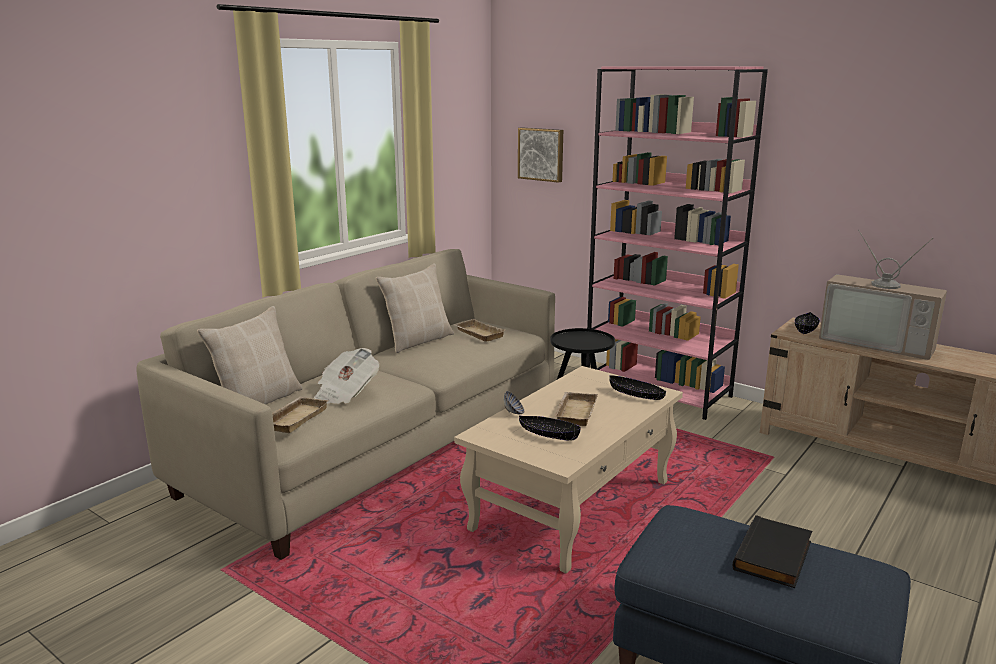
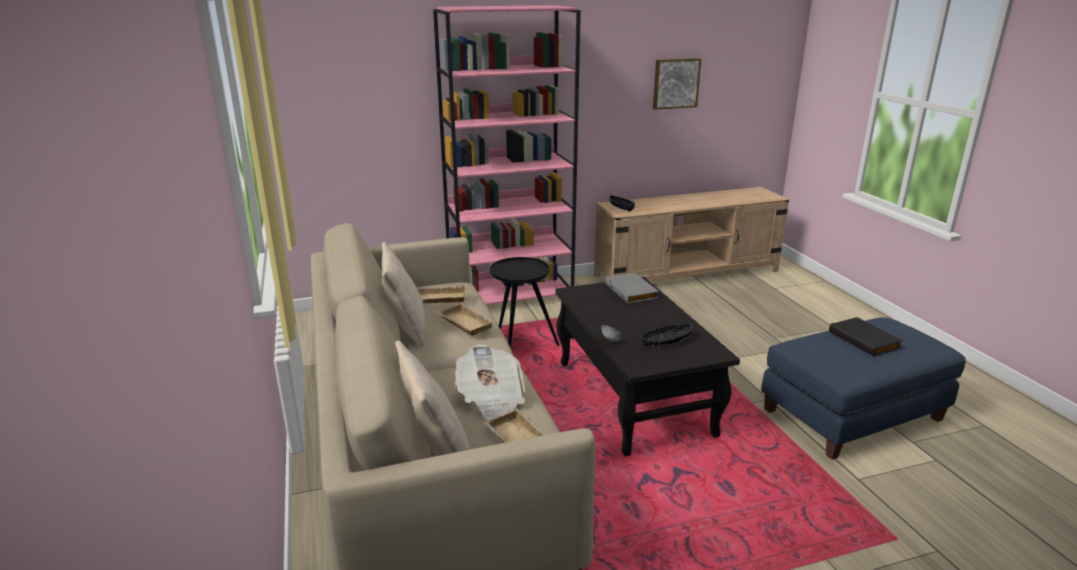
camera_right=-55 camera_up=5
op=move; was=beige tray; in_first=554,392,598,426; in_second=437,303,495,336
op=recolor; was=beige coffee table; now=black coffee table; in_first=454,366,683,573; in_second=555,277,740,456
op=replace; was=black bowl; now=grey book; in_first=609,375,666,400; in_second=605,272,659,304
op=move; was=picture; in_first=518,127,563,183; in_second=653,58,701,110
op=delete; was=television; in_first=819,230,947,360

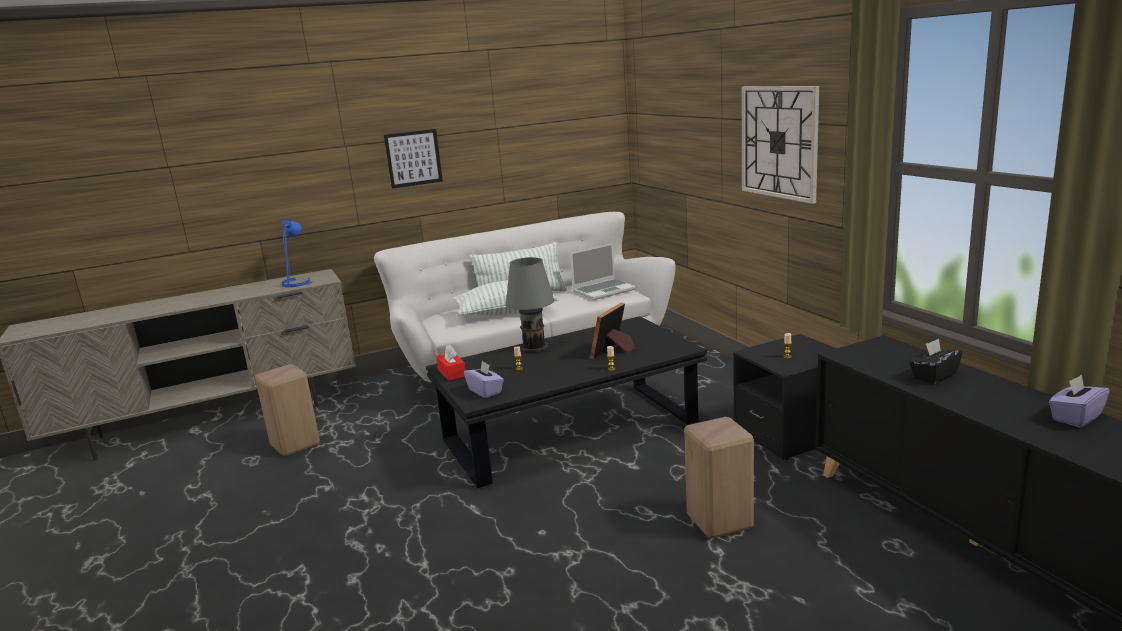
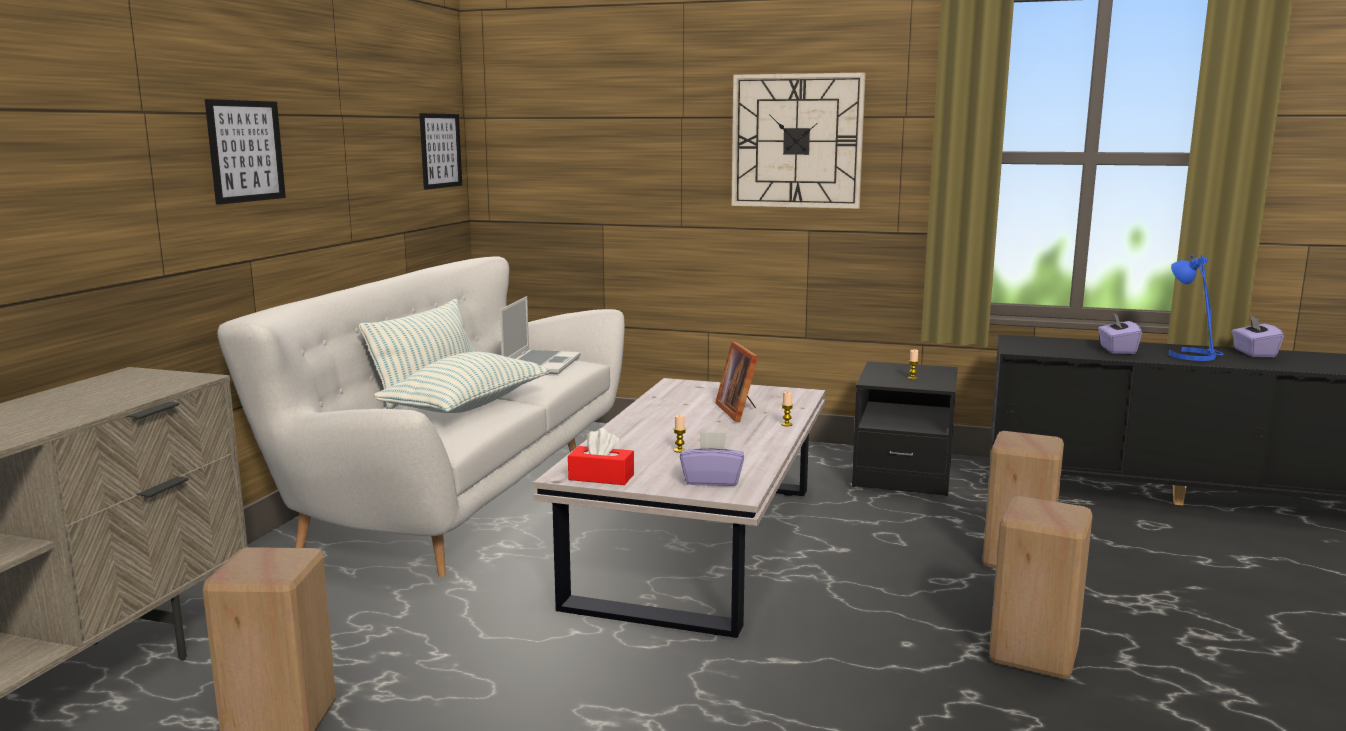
camera_right=-50 camera_up=-5
op=insert; now=picture; in_second=419,113,462,190
op=recolor; was=black coffee table; now=white coffee table; in_first=426,316,707,488; in_second=533,378,825,638
op=insert; now=beige stool; in_second=989,496,1093,679
op=recolor; was=black tissue box; now=purple tissue box; in_first=909,339,962,384; in_second=1098,313,1142,354
op=move; was=blue table lamp; in_first=281,218,313,287; in_second=1169,254,1224,361
op=delete; was=grey table lamp; in_first=505,257,574,357

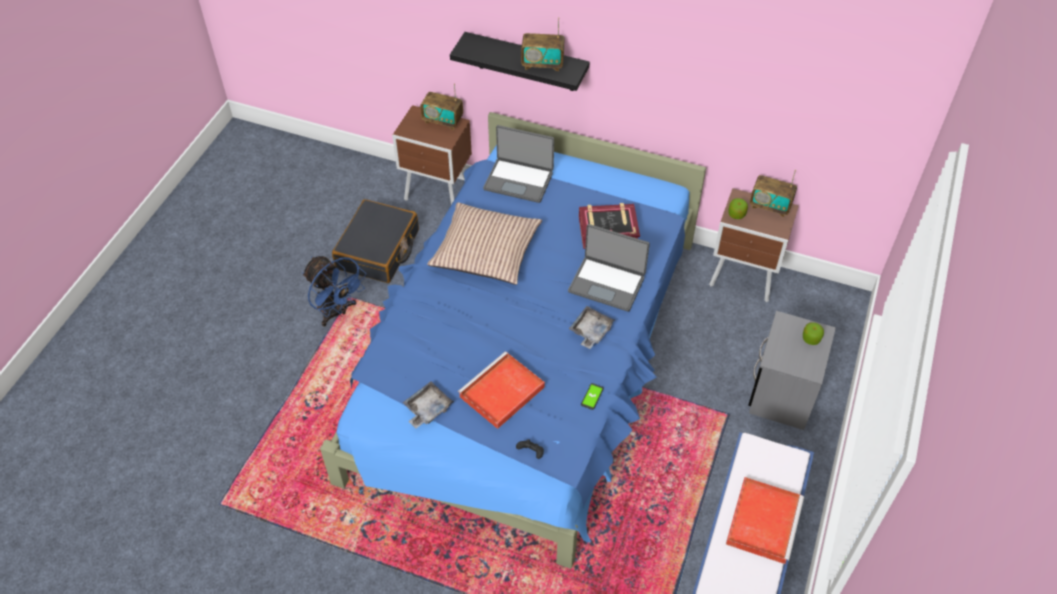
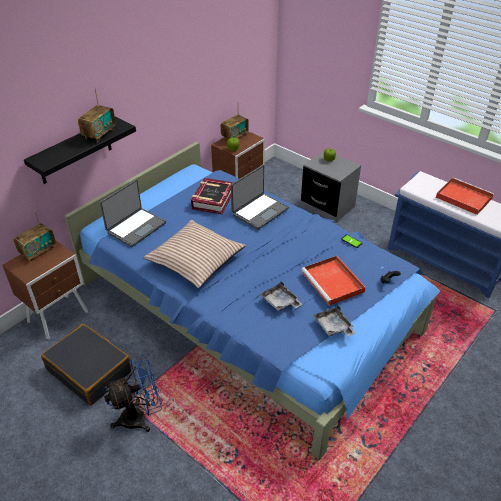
camera_right=-70 camera_up=-10
op=move; was=grey tray; in_first=569,306,615,349; in_second=260,281,303,311

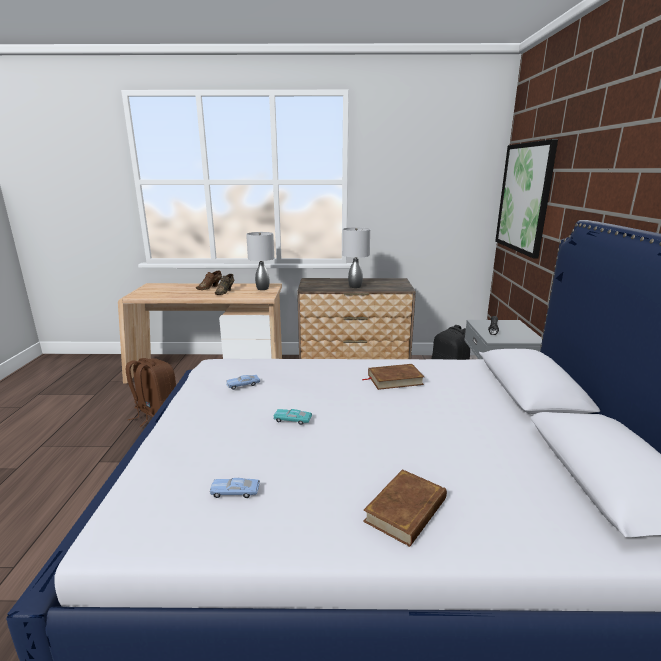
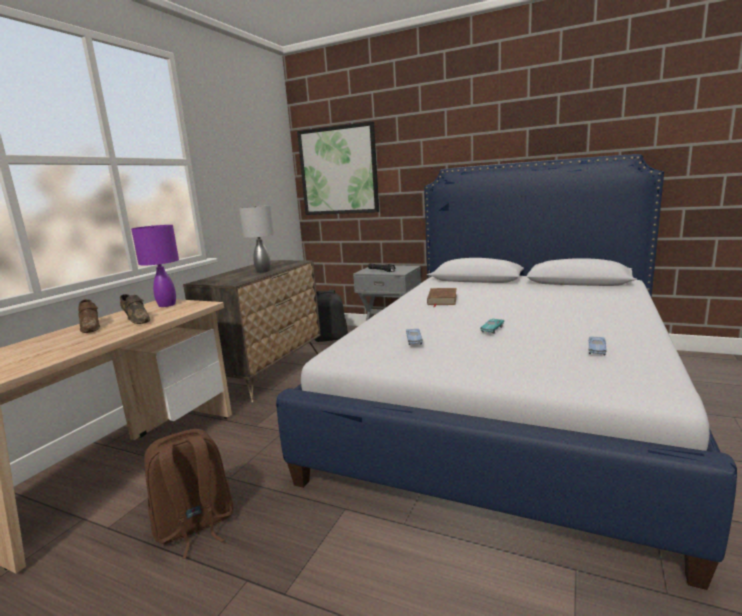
camera_right=-65 camera_up=-5
op=recolor; was=grey table lamp; now=purple table lamp; in_first=246,232,274,290; in_second=131,225,179,307
op=delete; was=brown book; in_first=363,469,447,547

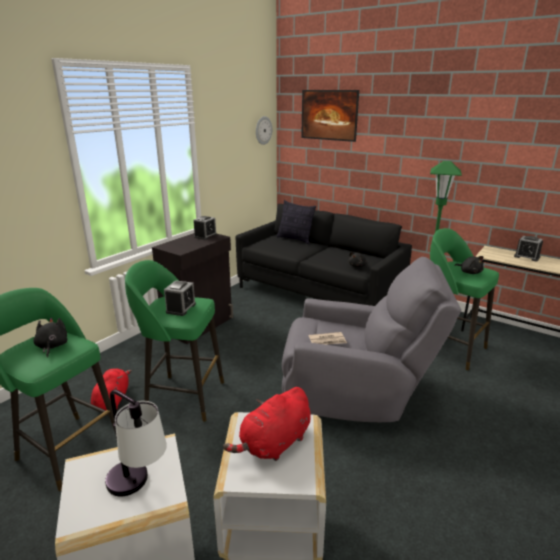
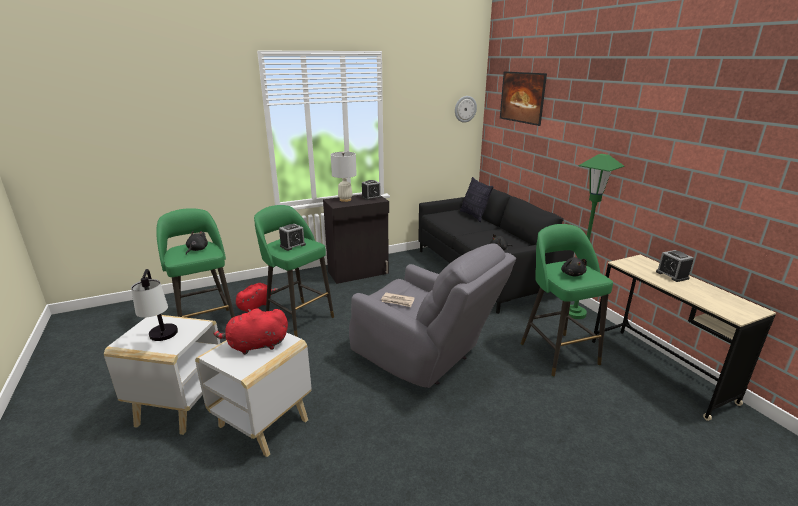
camera_right=30 camera_up=0
op=insert; now=white table lamp; in_second=331,152,357,202

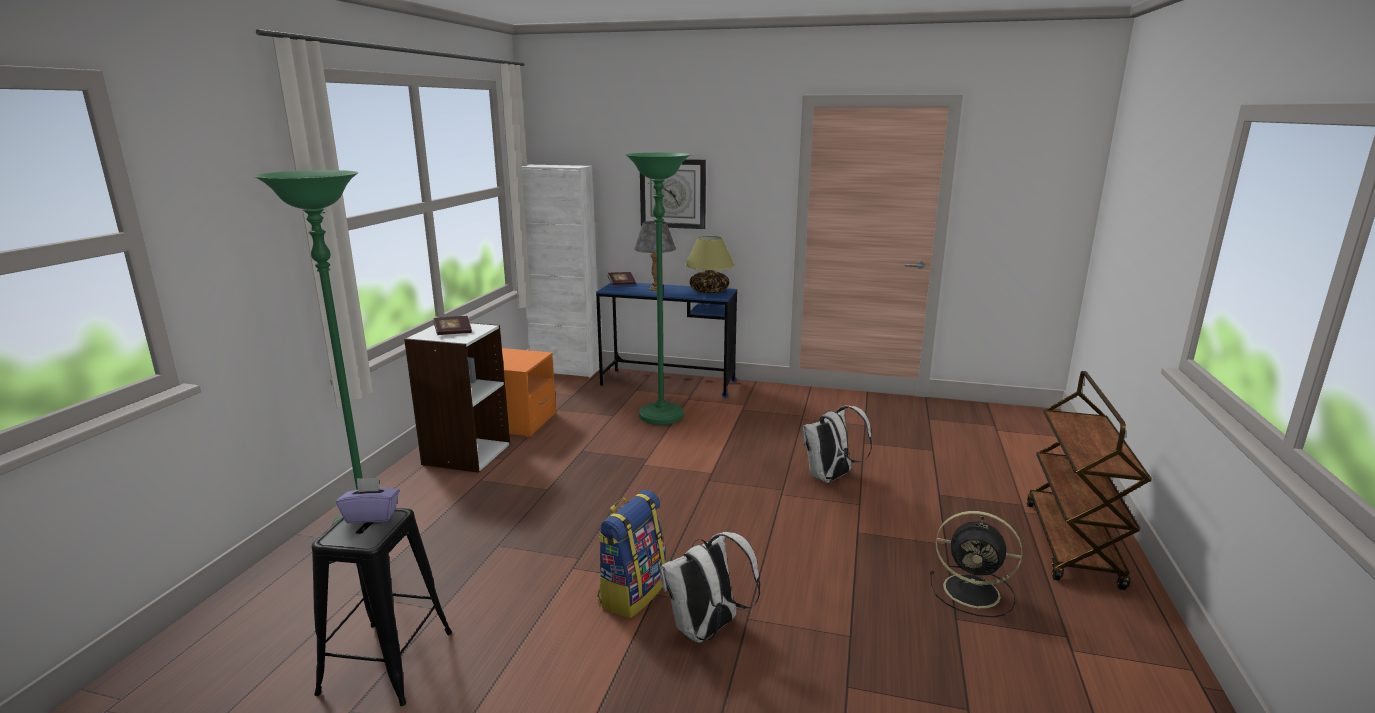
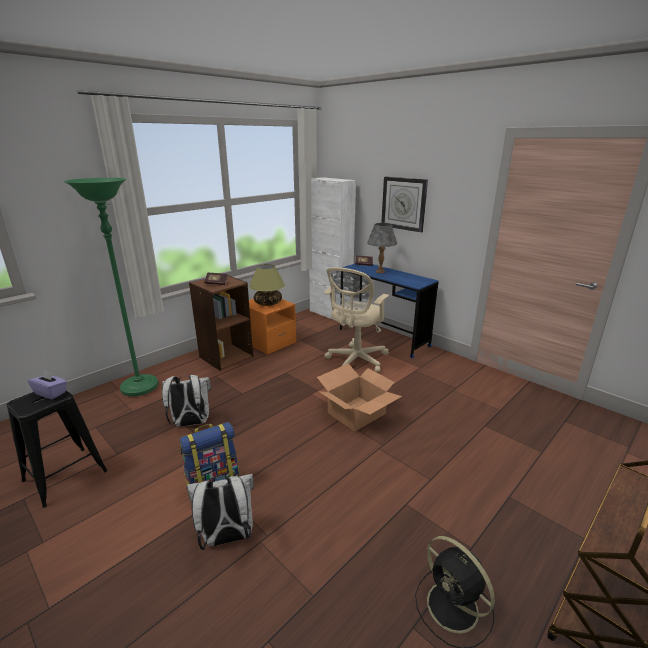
camera_right=30 camera_up=5
op=move; was=white backpack; in_first=802,406,872,483; in_second=162,375,211,427
op=recolor; was=white bookcase; now=brown bookcase; in_first=404,322,510,473; in_second=189,275,253,371
op=move; was=table lamp; in_first=685,236,735,293; in_second=249,264,285,306
op=insert; now=cardboard box; in_second=317,363,402,432
op=replace; was=green floor lamp; now=beige office chair; in_first=626,153,691,425; in_second=324,267,389,373

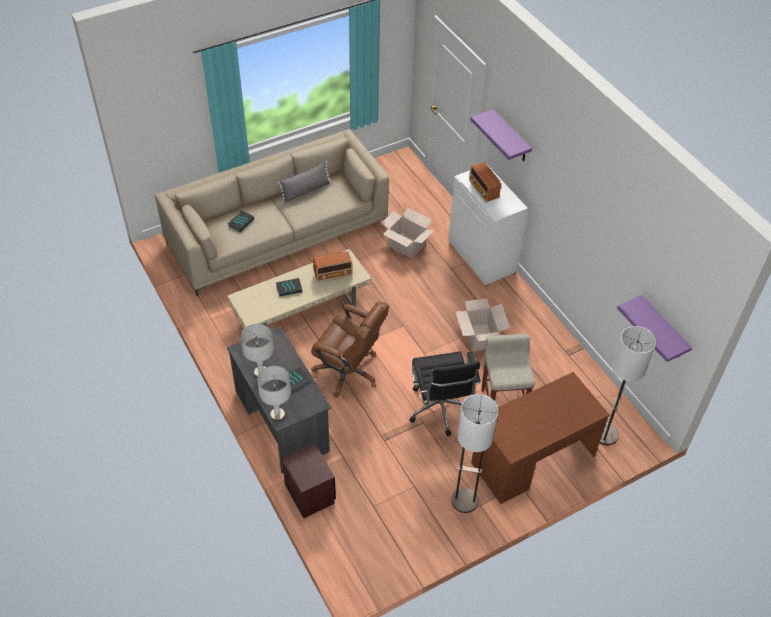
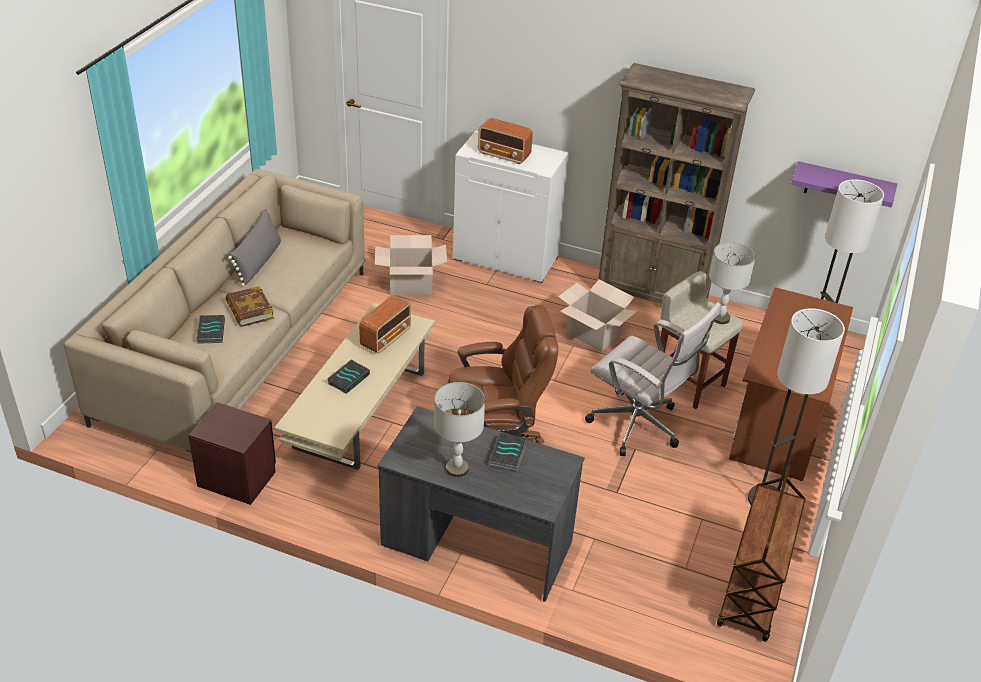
camera_right=-40 camera_up=-10
op=move; was=brown nightstand; in_first=282,444,336,518; in_second=188,402,276,505
op=insert; now=book; in_second=226,286,274,327
op=recolor; was=black office chair; now=white office chair; in_first=409,352,481,436; in_second=585,302,720,456
op=insert; now=brown bookcase; in_second=598,63,755,304
op=move; was=grey table lamp; in_first=257,366,291,421; in_second=709,242,756,324
op=insert; now=brown cart; in_second=717,465,806,642
op=delete; was=purple shelf; in_first=471,109,532,162

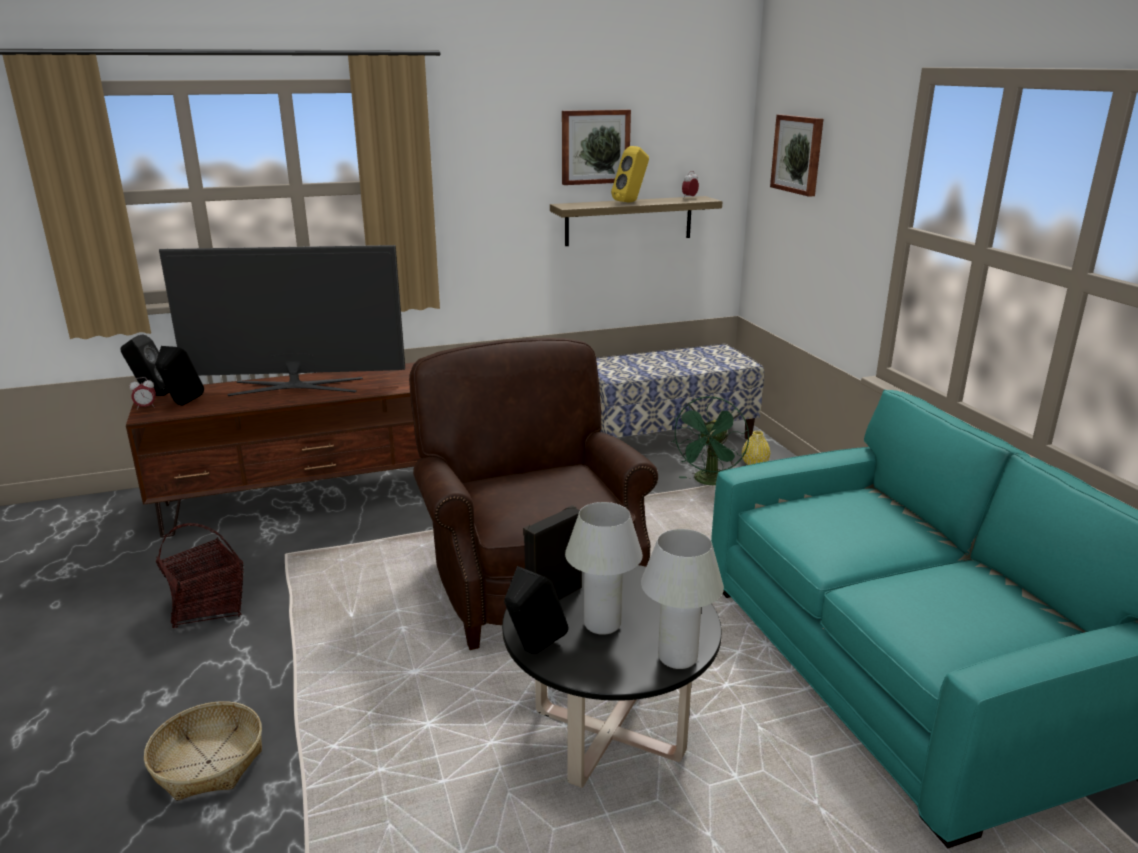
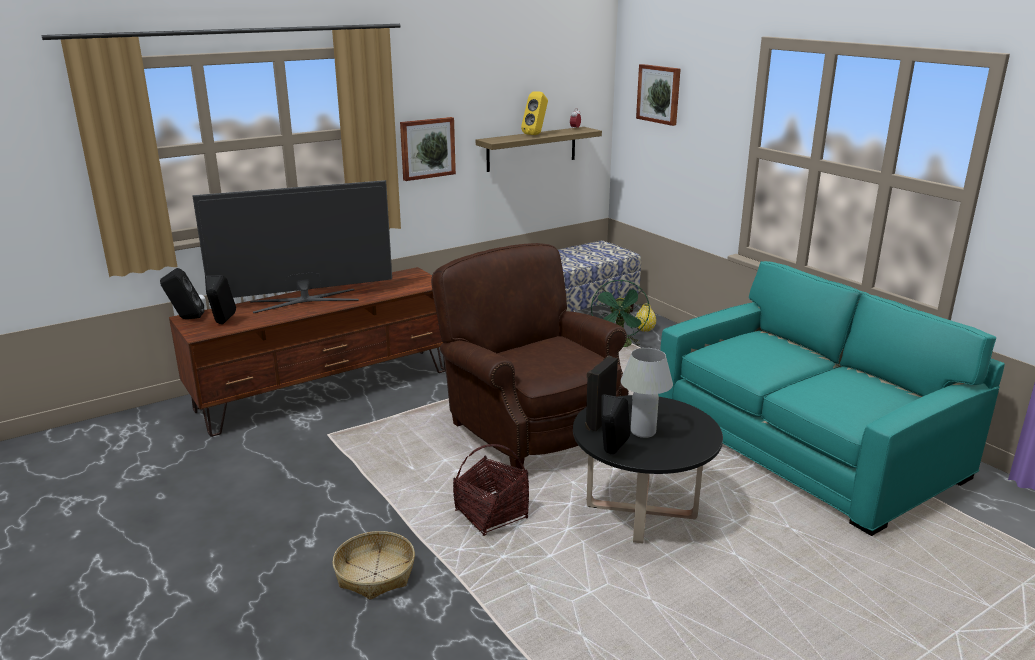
camera_right=-15 camera_up=0
op=move; was=picture; in_first=562,109,631,185; in_second=400,117,456,181
op=move; was=basket; in_first=156,523,244,628; in_second=453,444,529,536
op=delete; was=alarm clock; in_first=129,377,156,410
op=delete; was=white table lamp; in_first=641,529,724,669

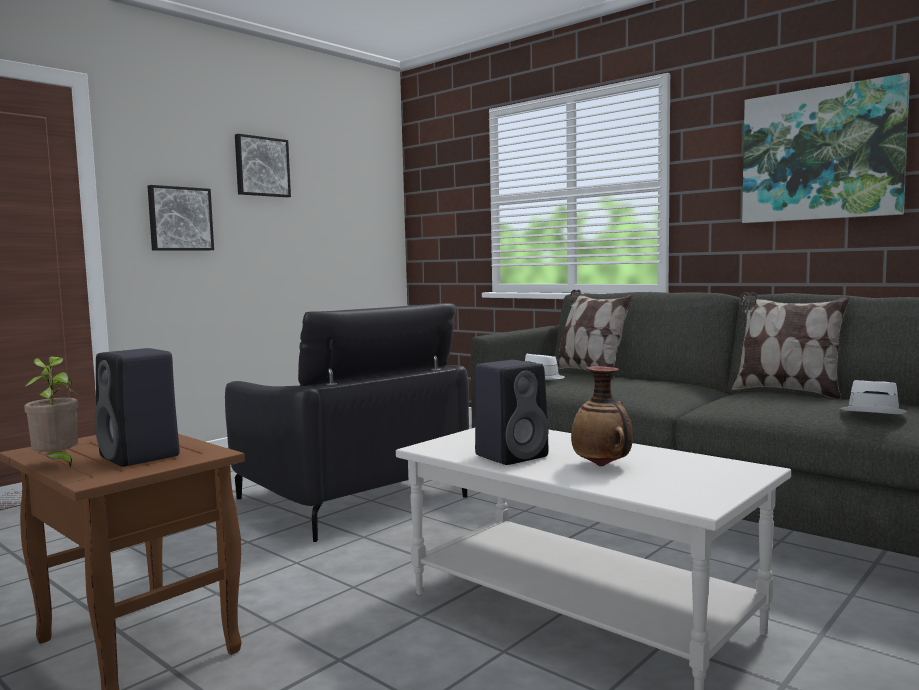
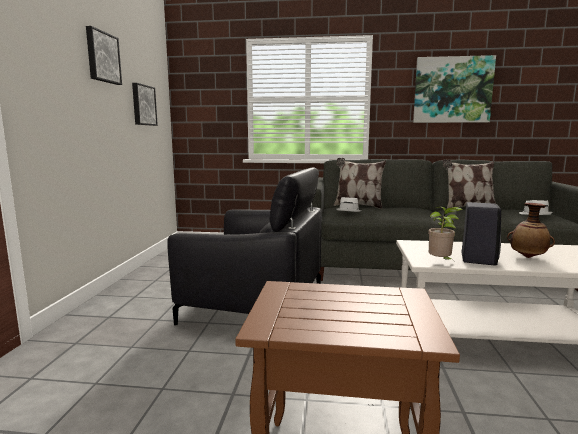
camera_right=-35 camera_up=5
op=move; was=picture; in_first=148,185,214,251; in_second=132,83,158,126
op=move; was=potted plant; in_first=24,356,79,468; in_second=428,207,462,263
op=delete; was=black speaker; in_first=95,348,180,467

